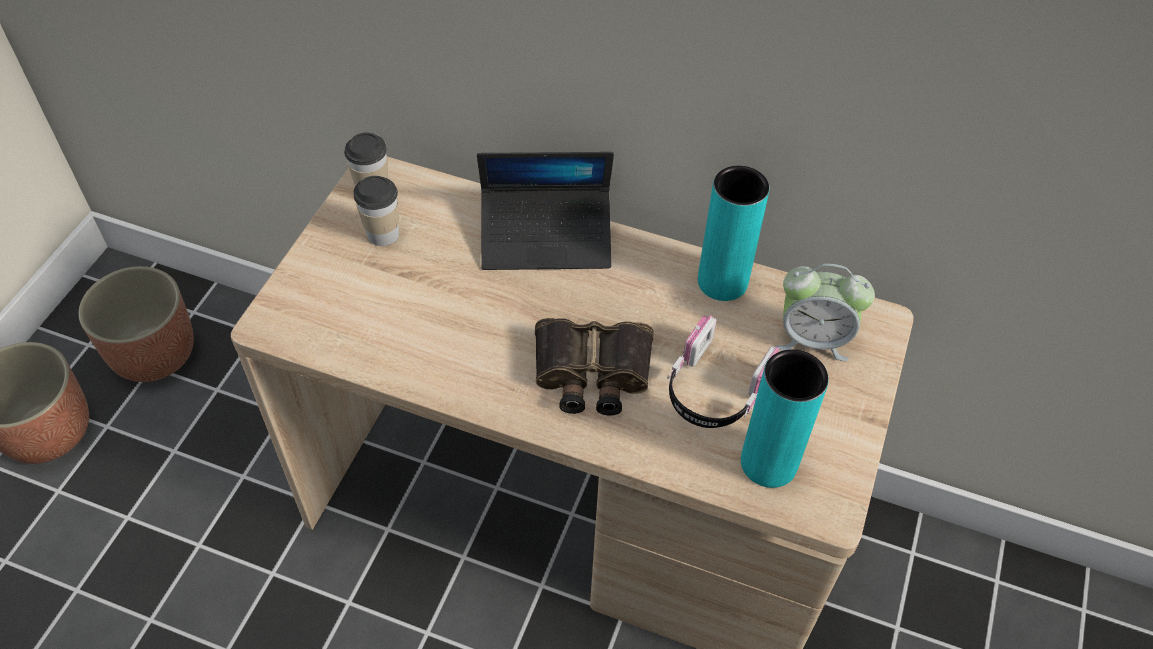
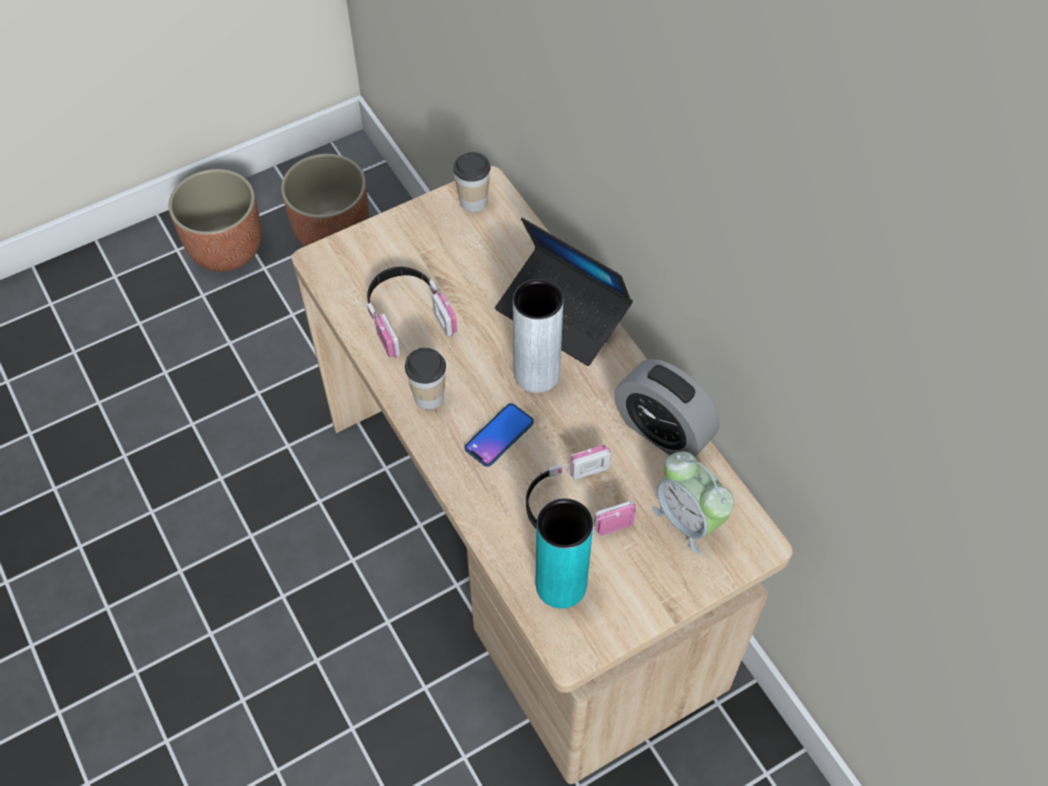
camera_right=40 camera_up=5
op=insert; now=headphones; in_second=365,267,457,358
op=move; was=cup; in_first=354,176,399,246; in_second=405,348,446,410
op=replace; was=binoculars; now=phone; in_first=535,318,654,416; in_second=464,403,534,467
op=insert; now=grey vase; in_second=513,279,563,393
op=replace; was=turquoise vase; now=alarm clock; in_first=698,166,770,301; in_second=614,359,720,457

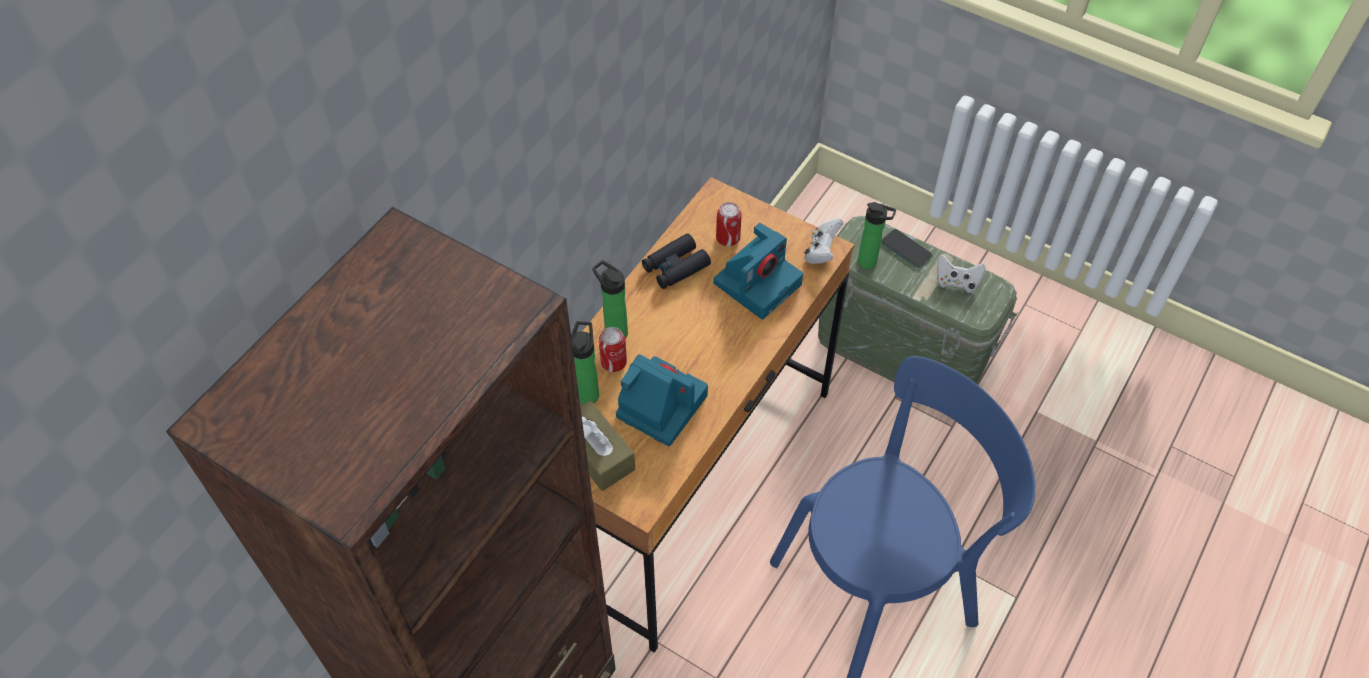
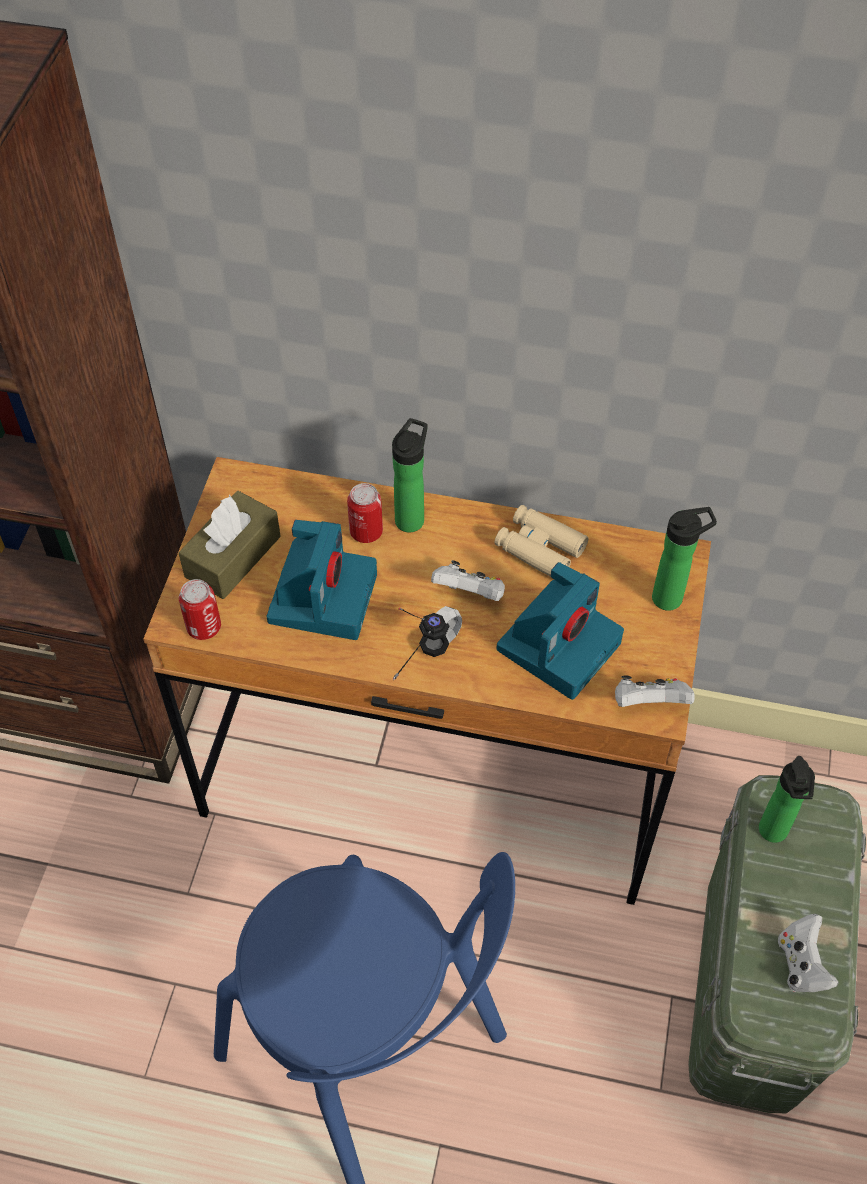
camera_right=70 camera_up=0
op=move; was=can; in_first=716,202,741,246; in_second=179,579,221,640
op=insert; now=headphones; in_second=393,606,462,680
op=insert; now=white game controller; in_second=431,560,505,601
op=recolor; was=black binoculars; now=beige binoculars; in_first=642,233,711,289; in_second=494,505,588,577
op=rotate; was=photo camera; in_first=713,223,803,319; in_second=496,562,624,700; clockwise=-75
op=move; was=bottle; in_first=571,321,599,405; in_second=652,507,717,611
op=delete; was=phone; in_first=881,229,932,268

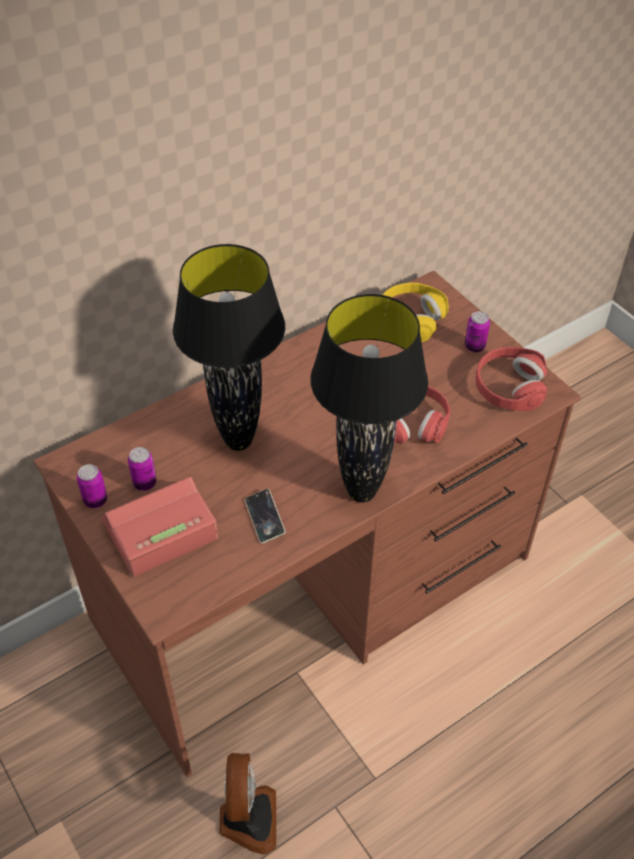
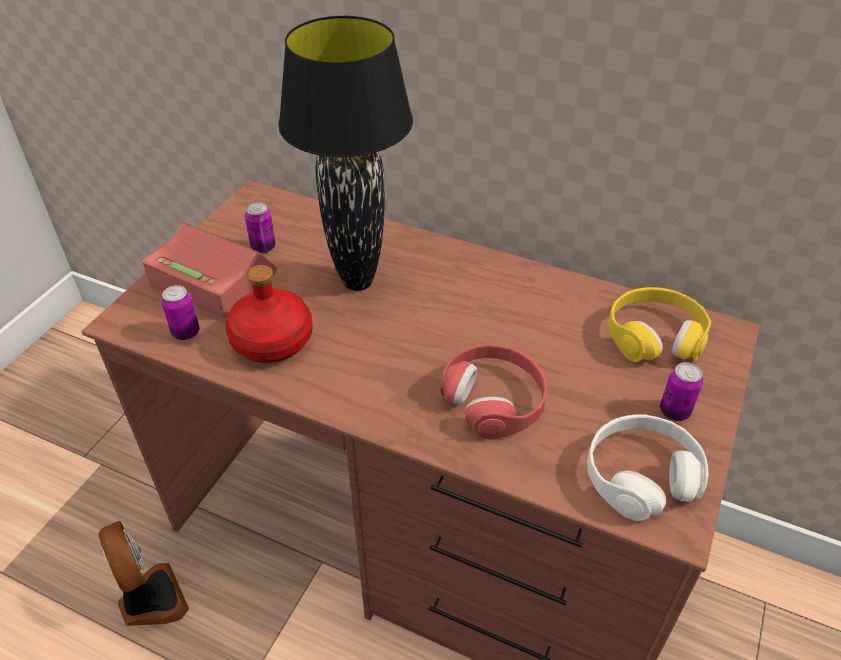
camera_right=60 camera_up=-5
op=rotate; was=fan; in_first=219,753,276,855; in_second=98,521,189,626; clockwise=-90
op=move; was=can; in_first=77,464,107,508; in_second=161,285,200,340
op=replace; was=phone; now=red bottle; in_first=245,489,286,544; in_second=226,265,313,363
op=recolor; was=red headphones; now=white headphones; in_first=475,347,547,411; in_second=587,414,709,521
op=delete; was=black table lamp; in_first=310,294,428,503

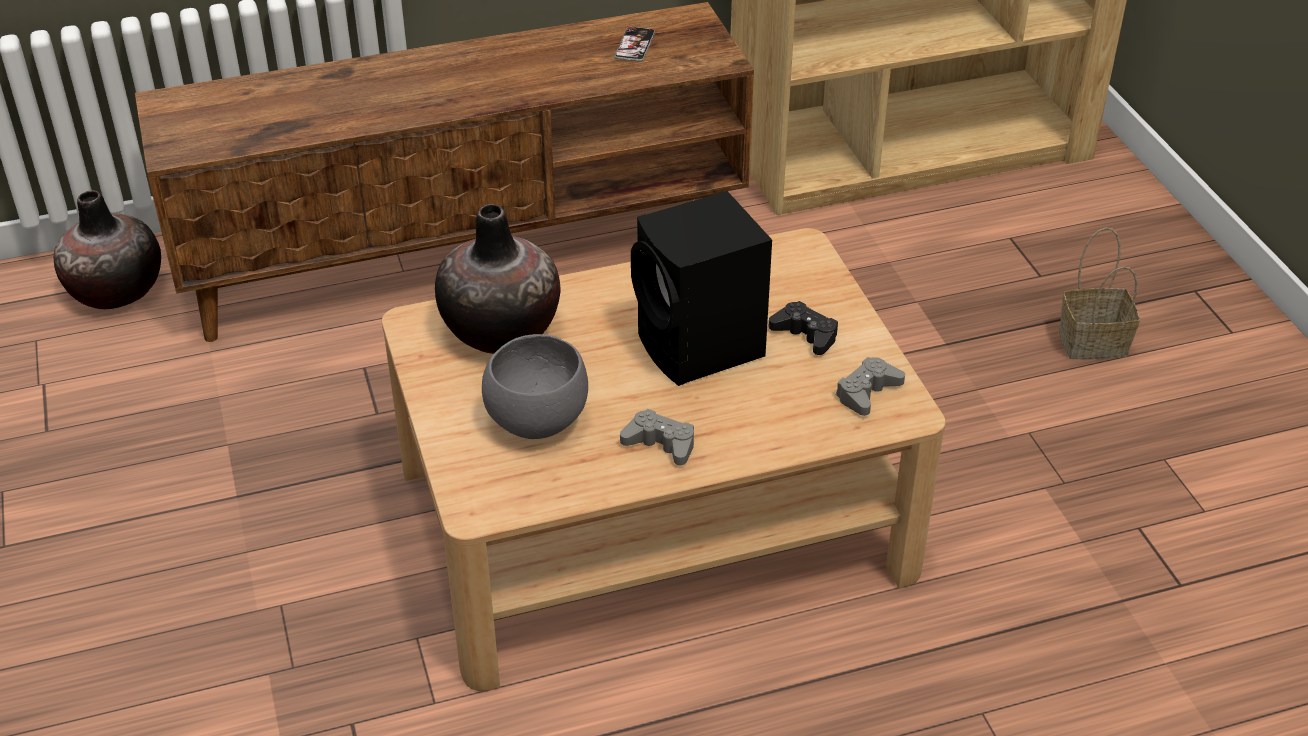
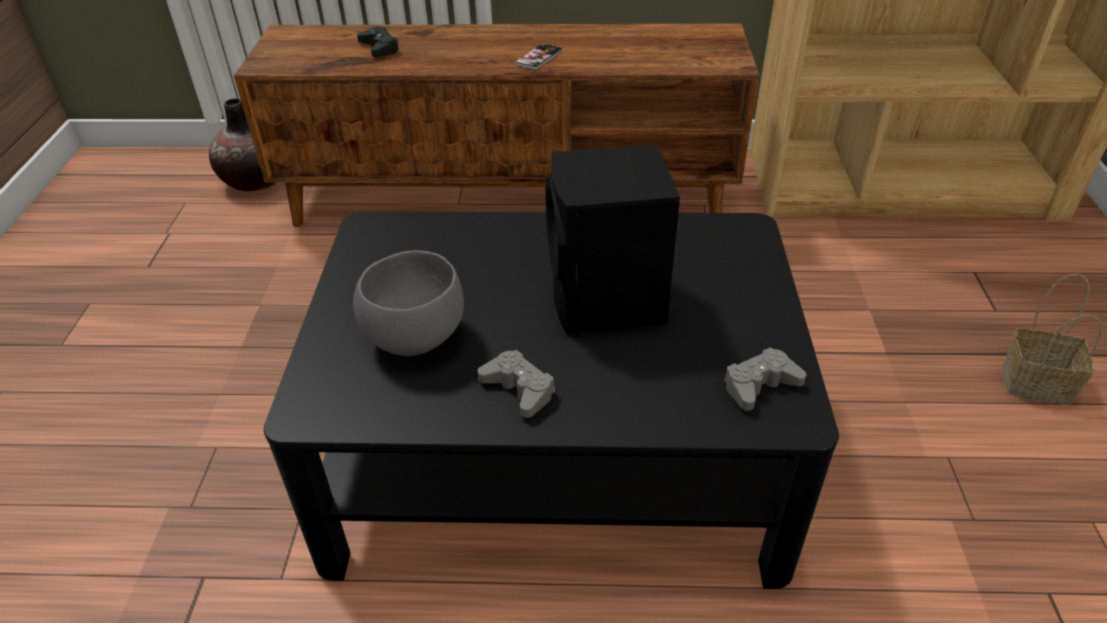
camera_right=20 camera_up=0
op=recolor; was=beige coffee table; now=black coffee table; in_first=382,228,946,691; in_second=264,211,839,589
op=move; was=black game controller; in_first=768,301,838,355; in_second=357,26,400,57
op=move; was=phone; in_first=614,27,655,62; in_second=515,43,563,70
op=delete; was=vase; in_first=435,204,561,354

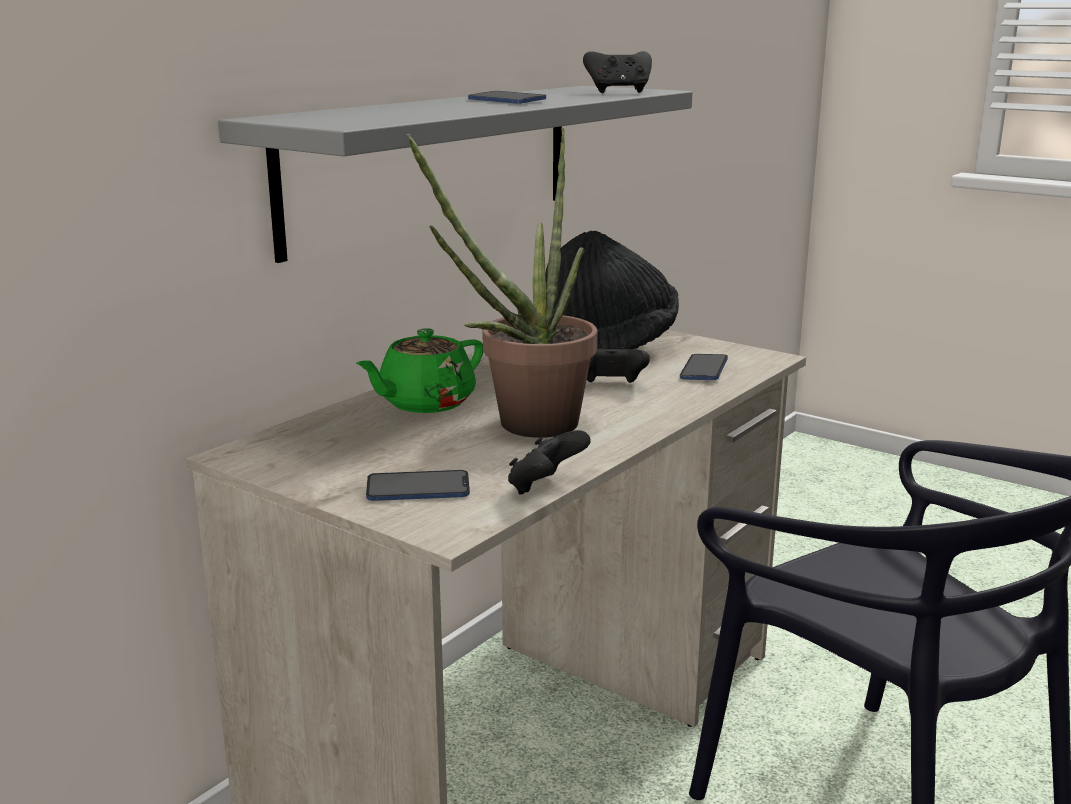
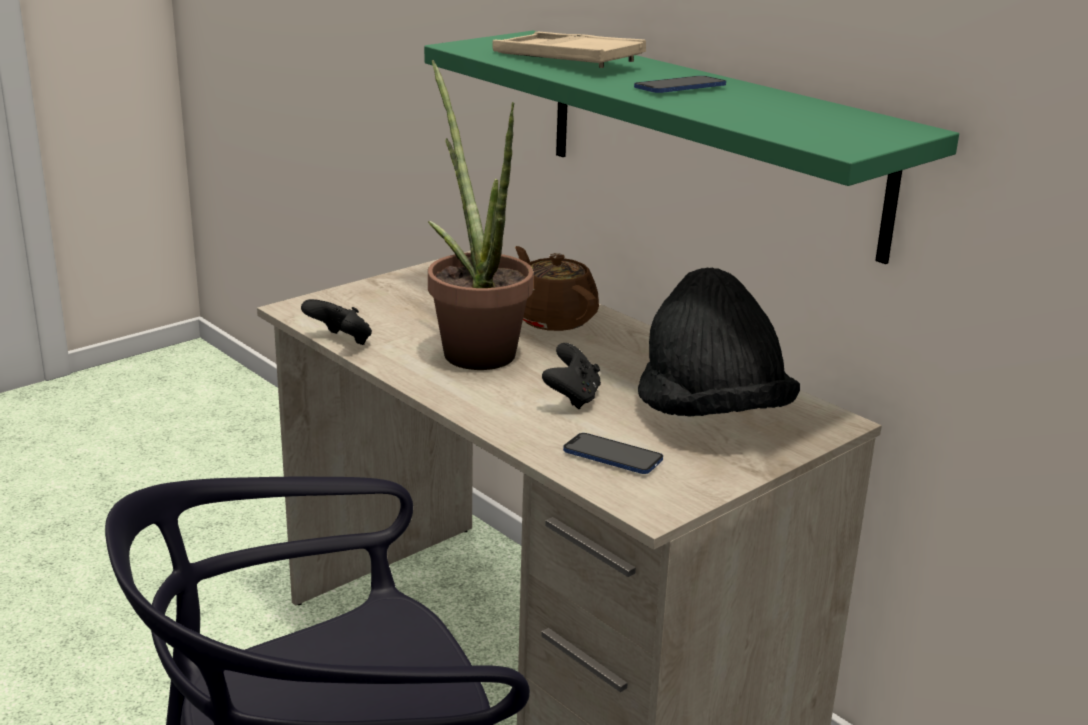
camera_right=100 camera_up=5
op=recolor; was=grey shelf; now=green shelf; in_first=218,86,693,263; in_second=424,31,959,264
op=insert; now=beige tray; in_second=492,32,646,68
op=recolor; was=green teapot; now=brown teapot; in_first=356,328,483,413; in_second=515,246,599,331
op=delete; was=phone; in_first=366,470,470,501
op=delete; was=black game controller; in_first=583,51,652,93

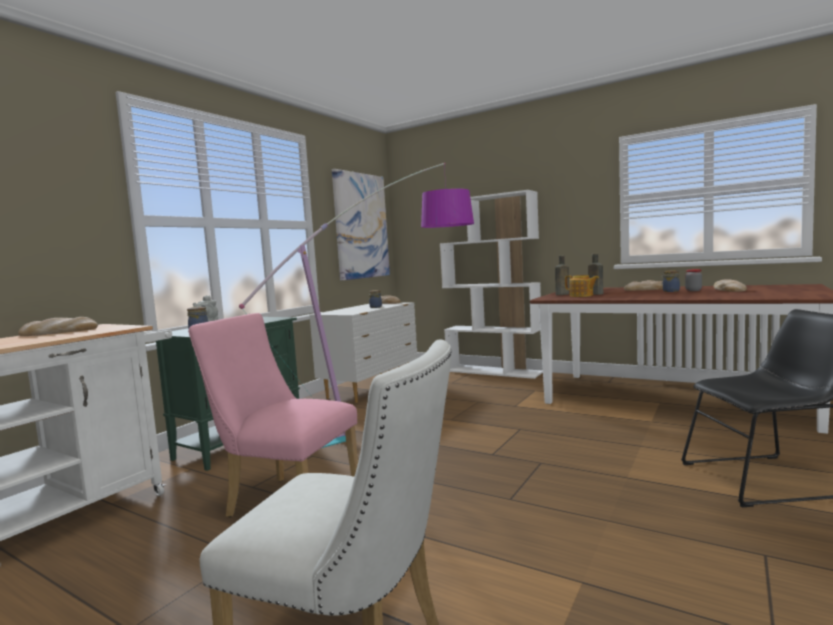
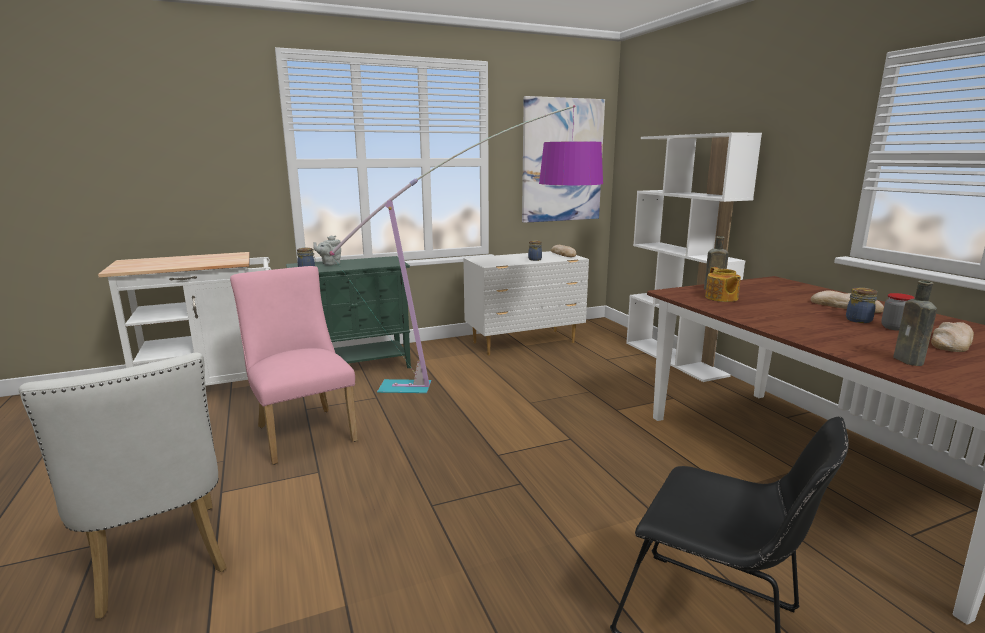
camera_right=35 camera_up=10
op=move; was=brown bottle; in_first=588,254,603,295; in_second=893,281,937,366
op=delete; was=bread; in_first=18,317,98,336

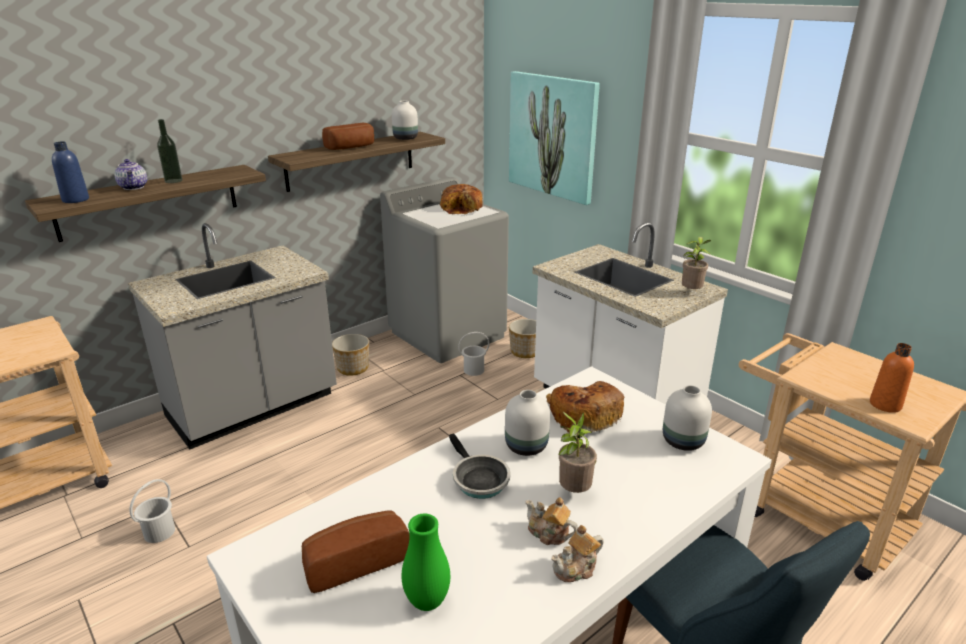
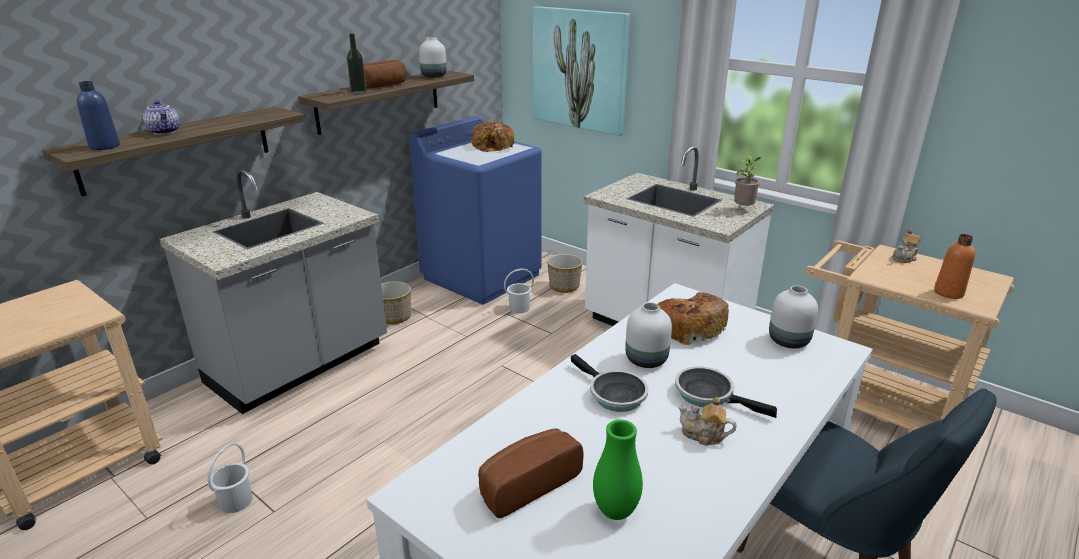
camera_right=-10 camera_up=0
op=move; was=bottle; in_first=157,119,182,183; in_second=347,33,367,94
op=recolor; was=grey washing machine; now=blue washing machine; in_first=380,177,509,363; in_second=409,116,542,304
op=replace; was=potted plant; now=frying pan; in_first=559,412,597,493; in_second=675,367,777,418
op=move; was=teapot; in_first=551,525,603,582; in_second=892,229,921,263

